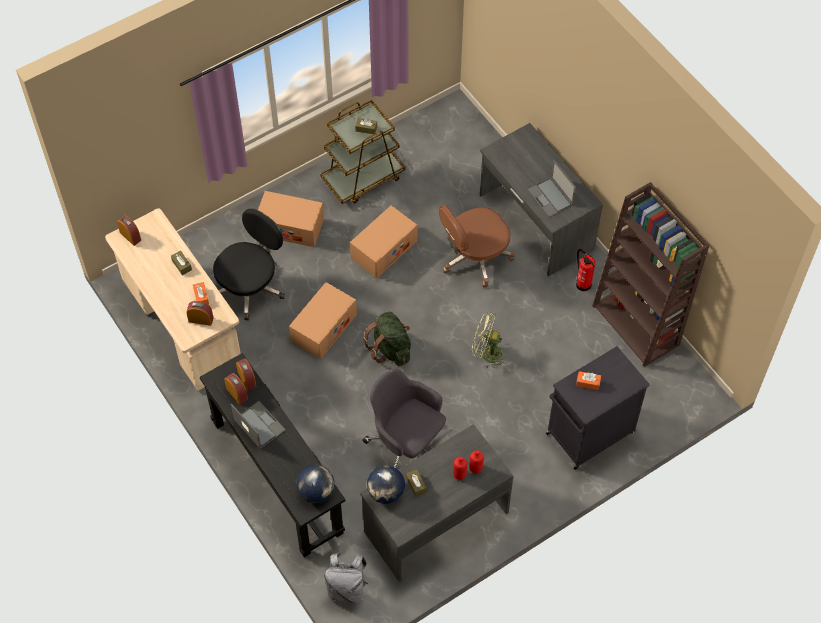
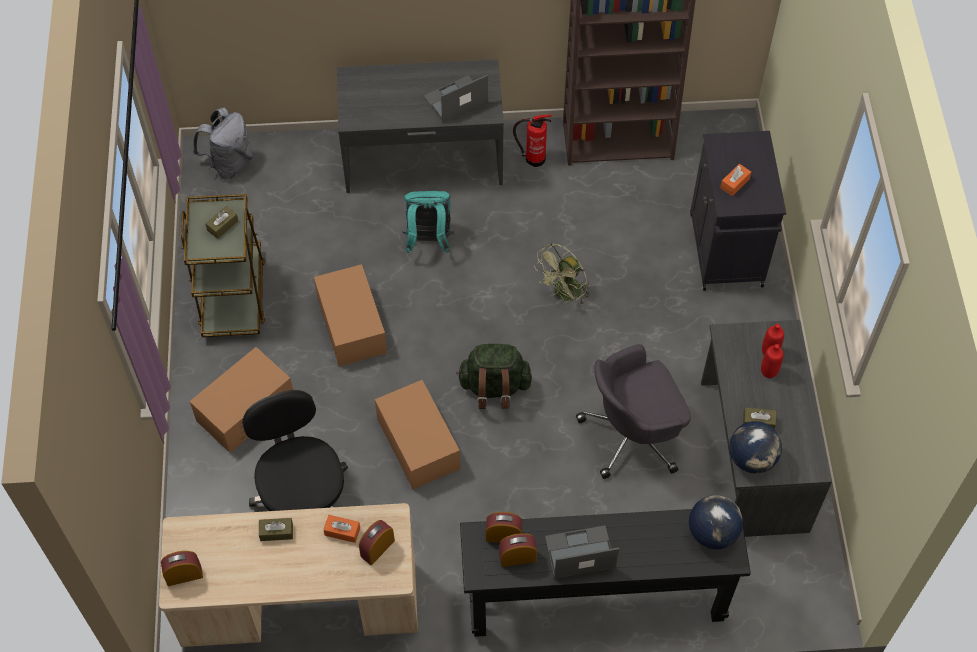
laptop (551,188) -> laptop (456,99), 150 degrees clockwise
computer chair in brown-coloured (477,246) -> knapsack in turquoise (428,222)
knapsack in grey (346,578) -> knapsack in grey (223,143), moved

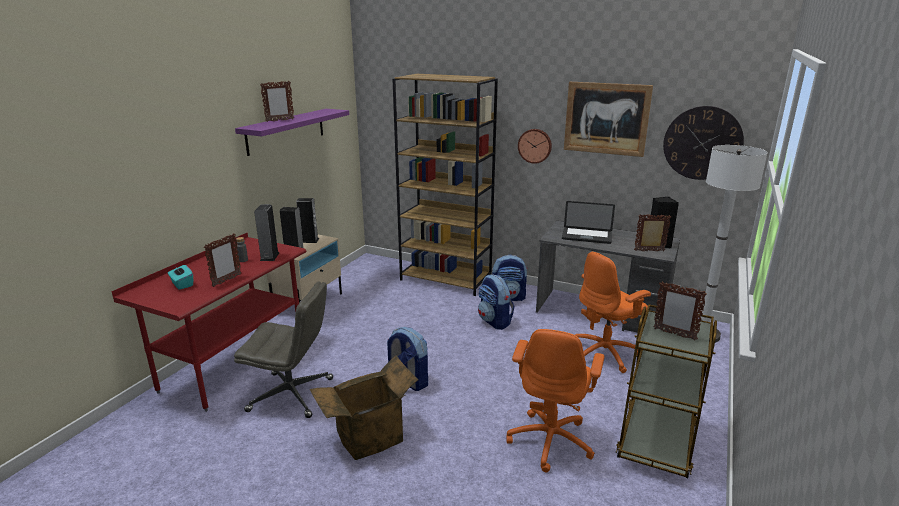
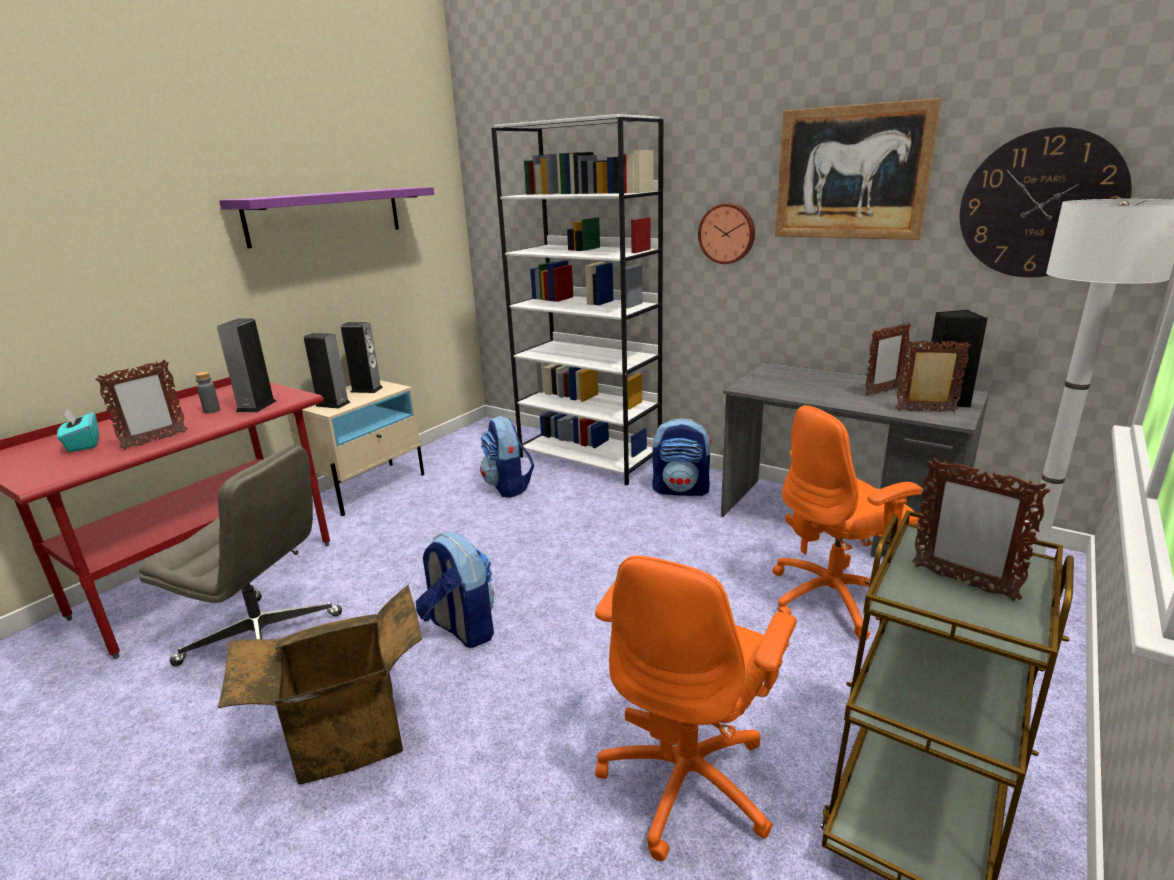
bookcase in brown-coloured (445,185) -> bookcase in white (577,299)
standing frame (277,101) -> standing frame (888,359), moved
laptop (588,222) -> none
knapsack (496,302) -> knapsack (507,457), moved

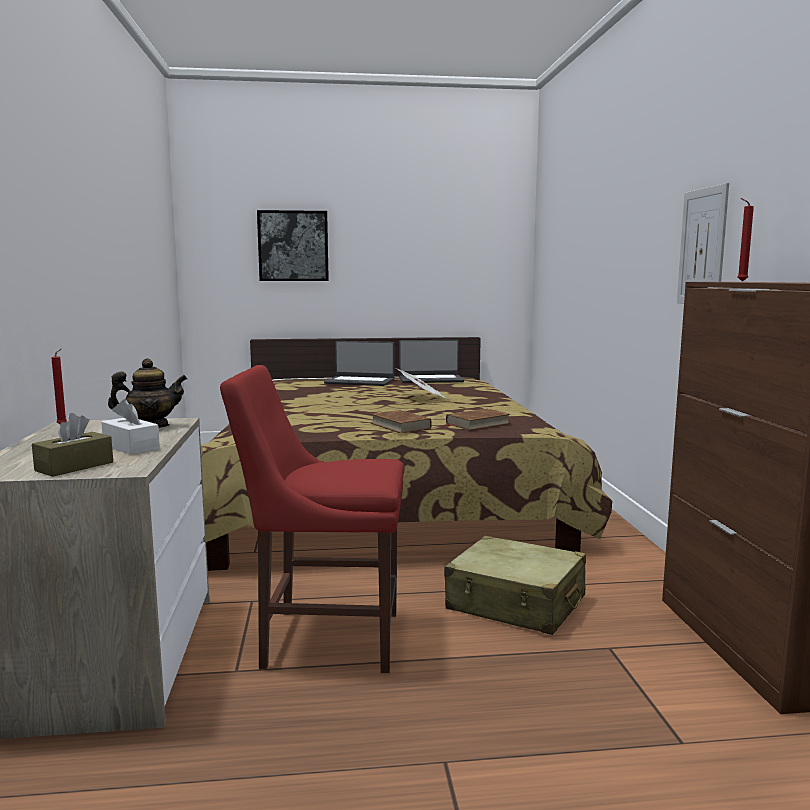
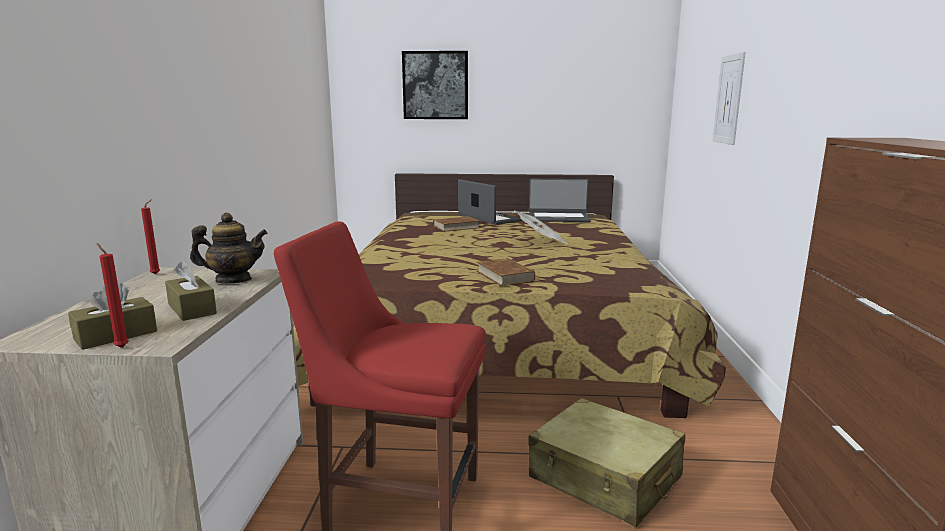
wall art (703,243) -> wall art (729,98), moved
candle in reddish (746,240) -> candle in reddish (112,295), moved
laptop (359,363) -> laptop (490,202), 150 degrees counterclockwise
tissue box in white (130,427) -> tissue box in brown-coloured (191,291)
volume in brown-coloured (476,419) -> volume in brown-coloured (455,224), moved

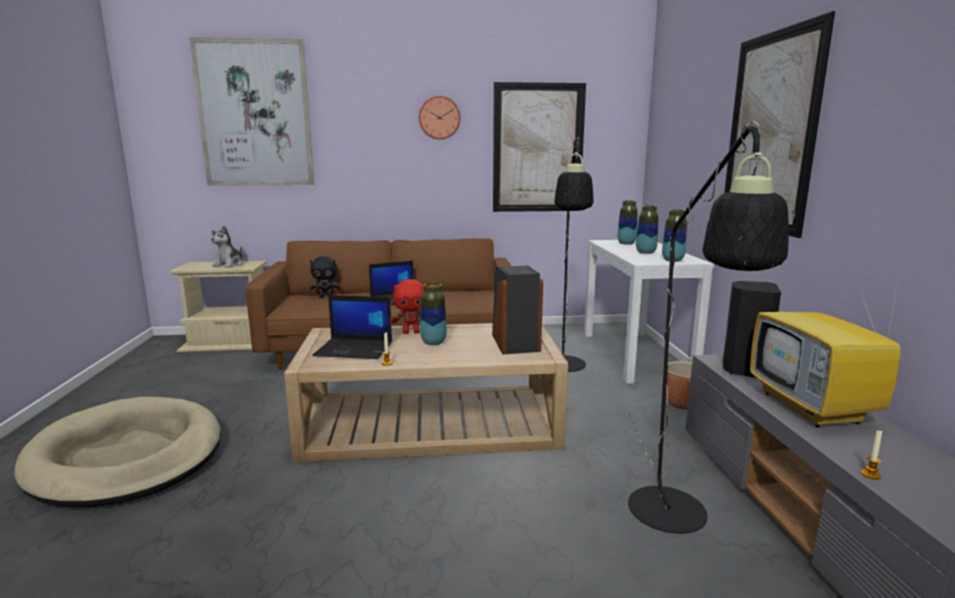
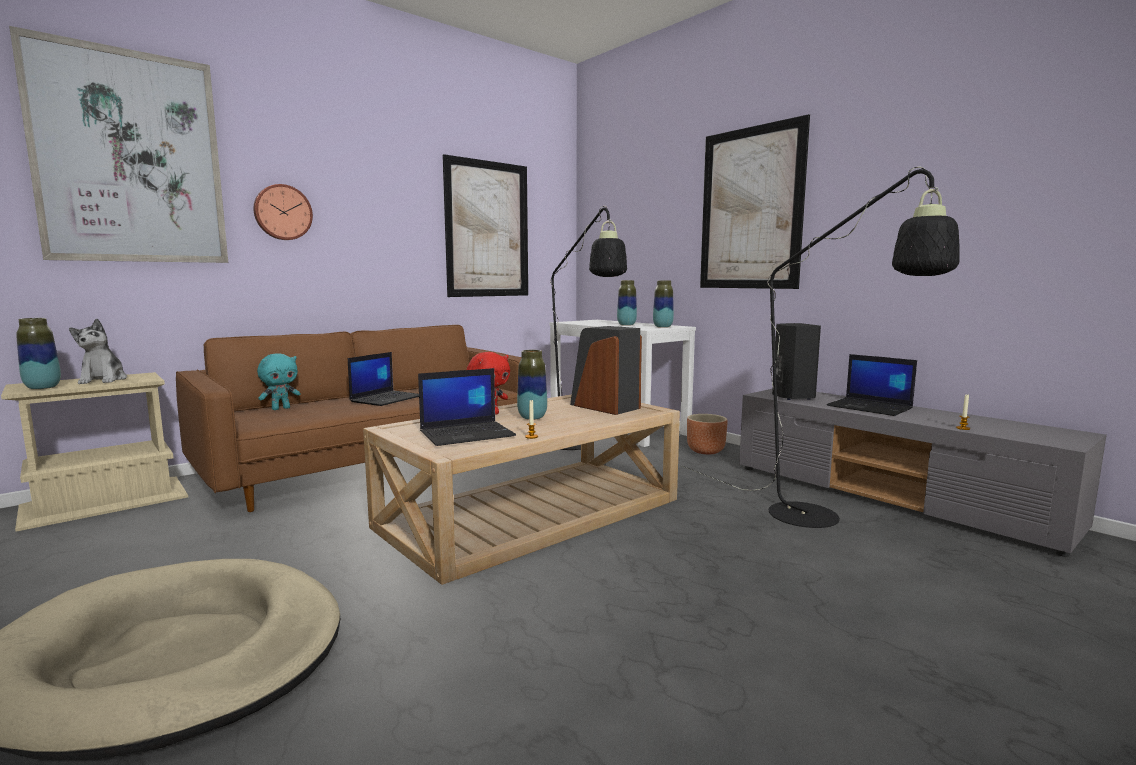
hanging clock (439,118) -> hanging clock (283,212), moved
decorative vase (627,222) -> decorative vase (38,353), moved
cuddly toy in blackish (325,277) -> cuddly toy in turquoise (279,382)
TV set (825,349) -> laptop (872,385)

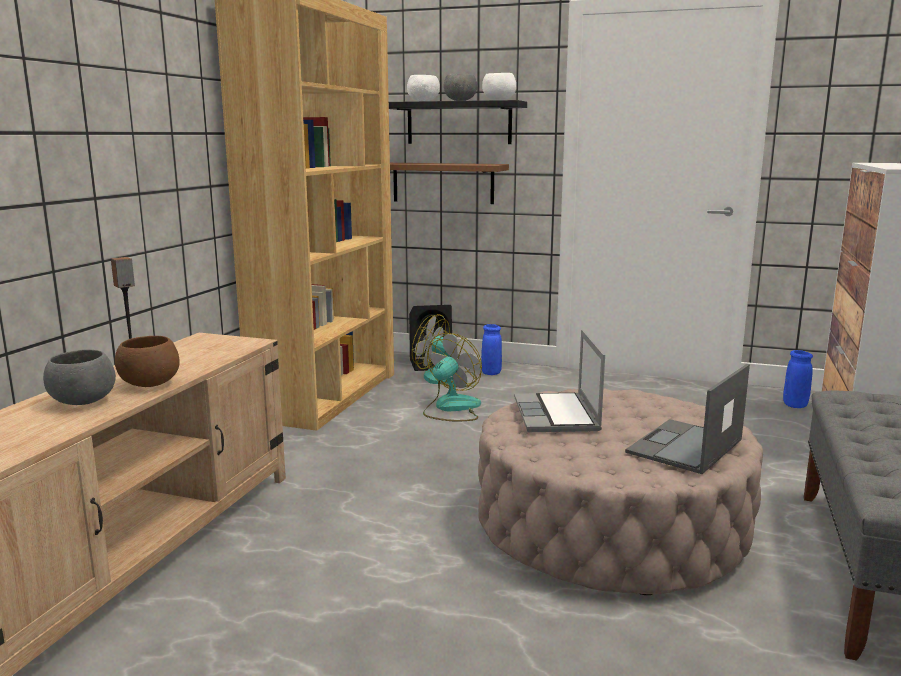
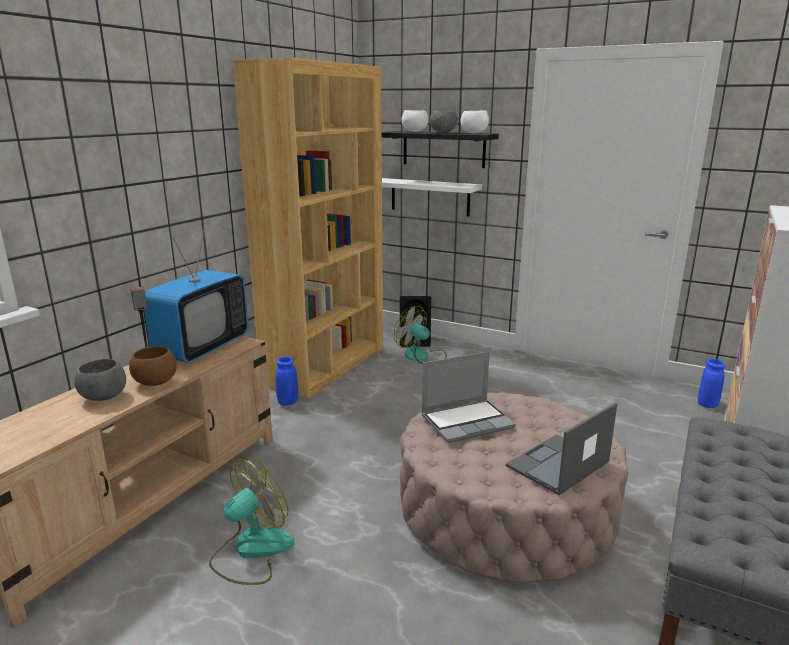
wall shelf in brown-coloured (449,183) -> wall shelf in white (432,197)
decorative vase in blue (491,349) -> decorative vase in blue (286,381), moved
laptop (559,380) -> laptop (468,397), 120 degrees counterclockwise
fan (452,377) -> fan (251,521), moved
none -> TV set (196,296)

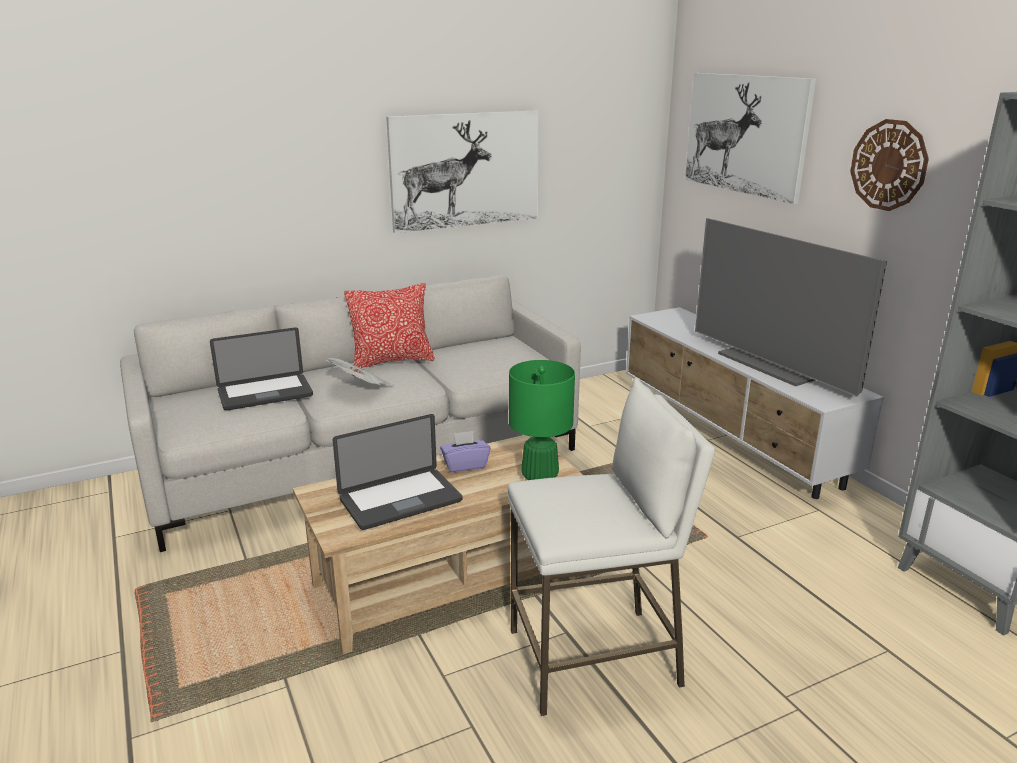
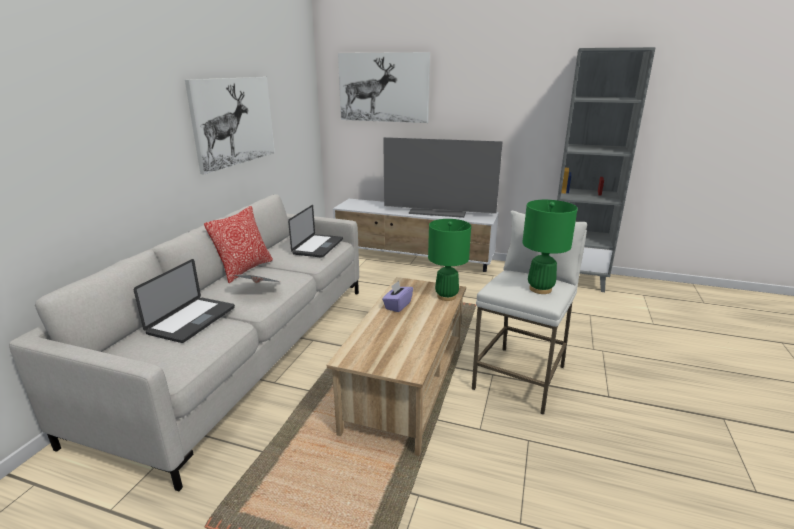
hanging clock (889,165) -> none
laptop (398,472) -> laptop (315,231), moved
none -> tabletop lamp in green (550,247)

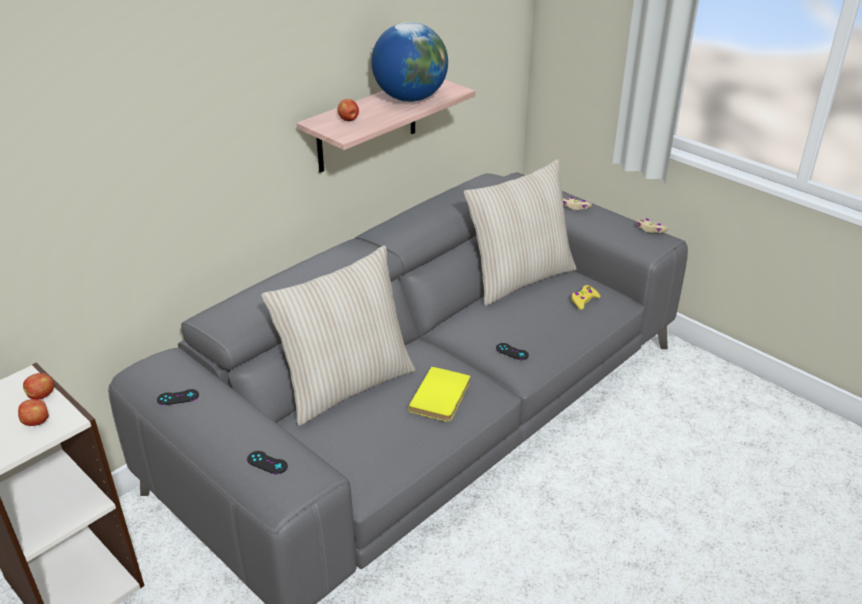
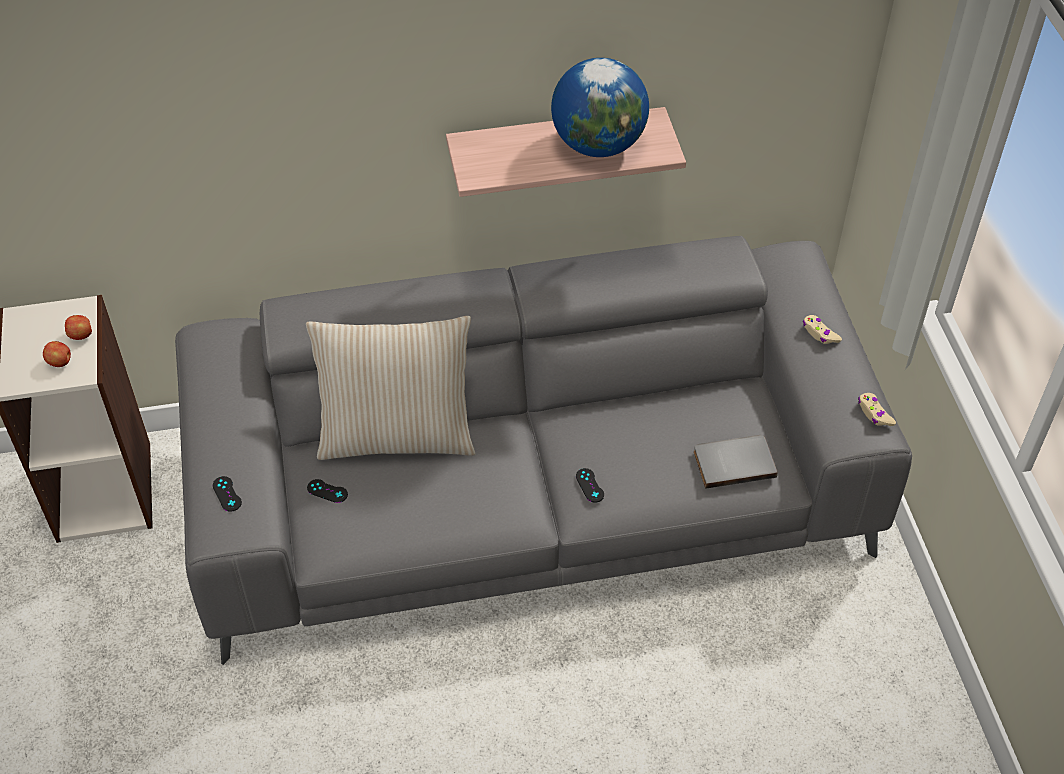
whole apple (348,110) -> none
pillow in beige (520,232) -> none
game controller in yellow (586,297) -> volume in grey (736,462)
volume in yellow (439,394) -> none
game controller in blackish (178,397) -> game controller in blackish (327,491), moved

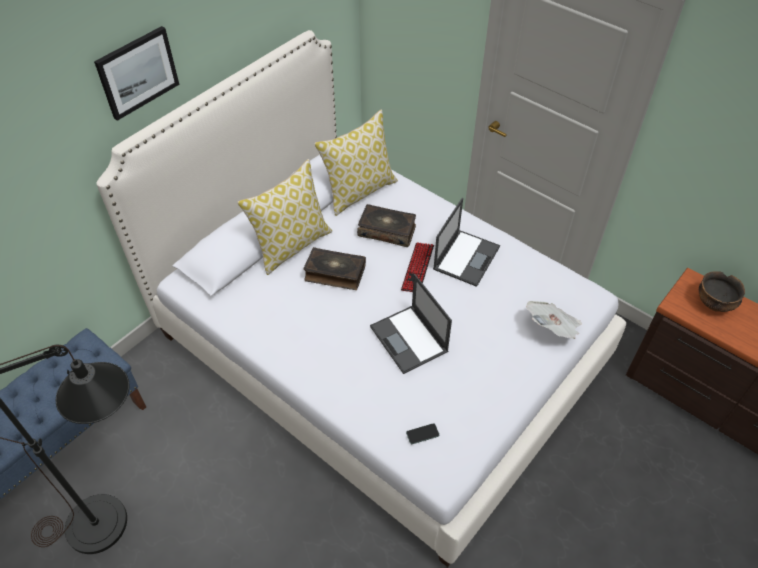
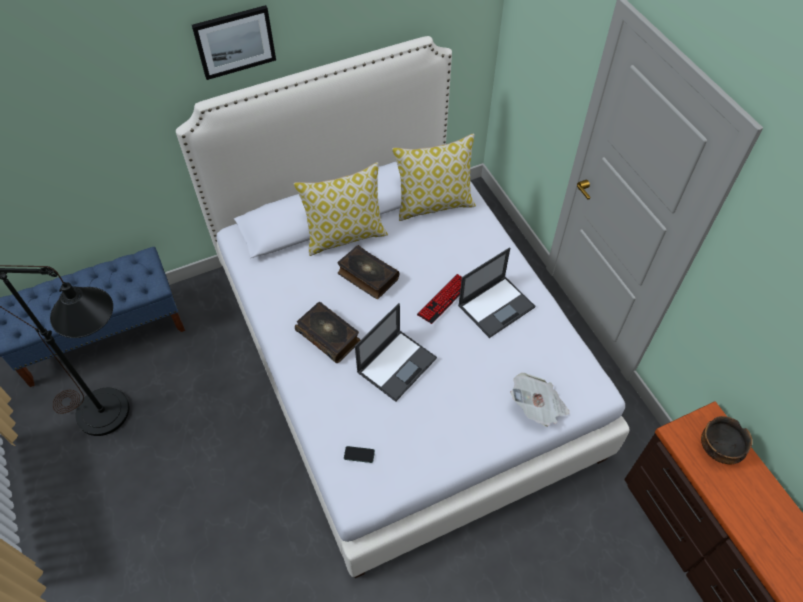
volume (386,225) -> volume (327,332), moved
laptop (411,324) -> laptop (396,352), 135 degrees counterclockwise

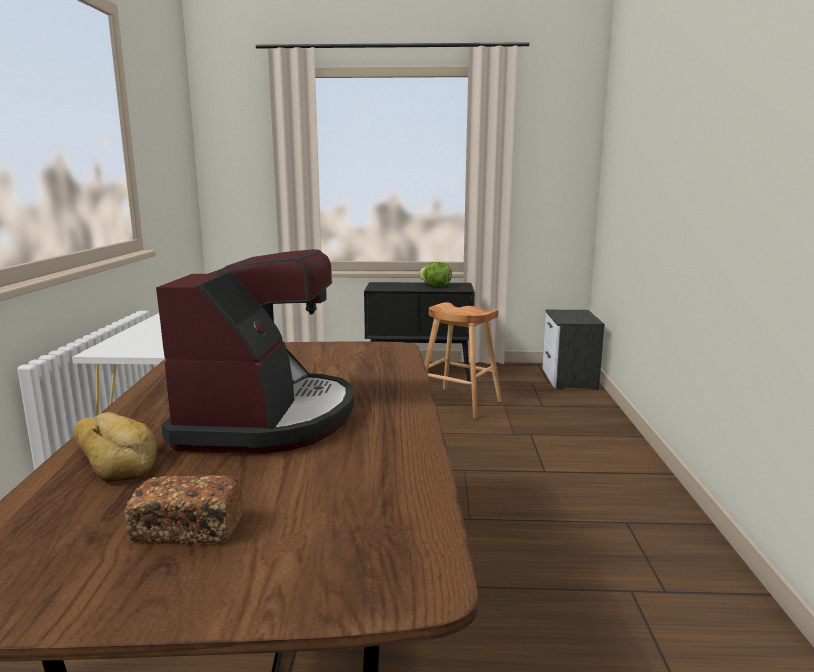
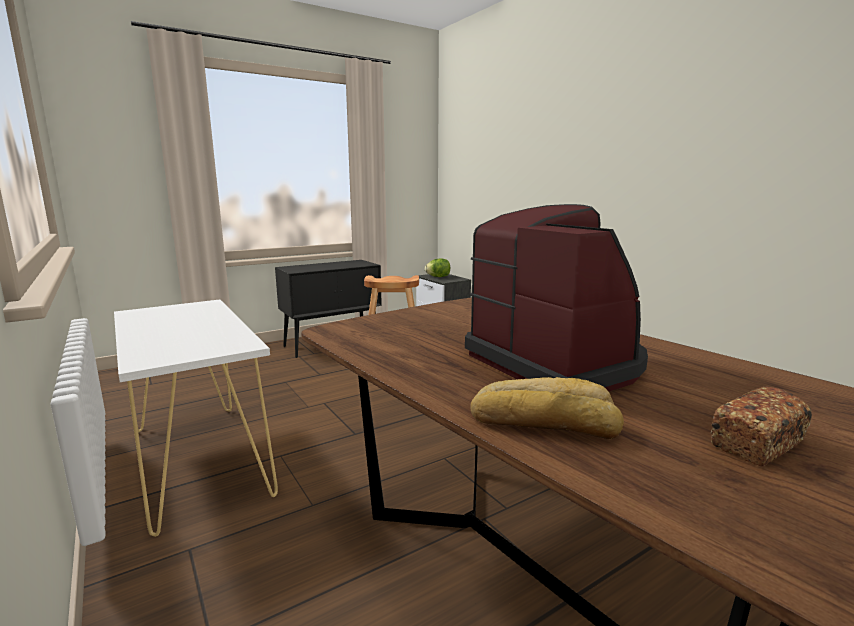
lettuce head (435,274) -> lettuce head (437,267), moved

